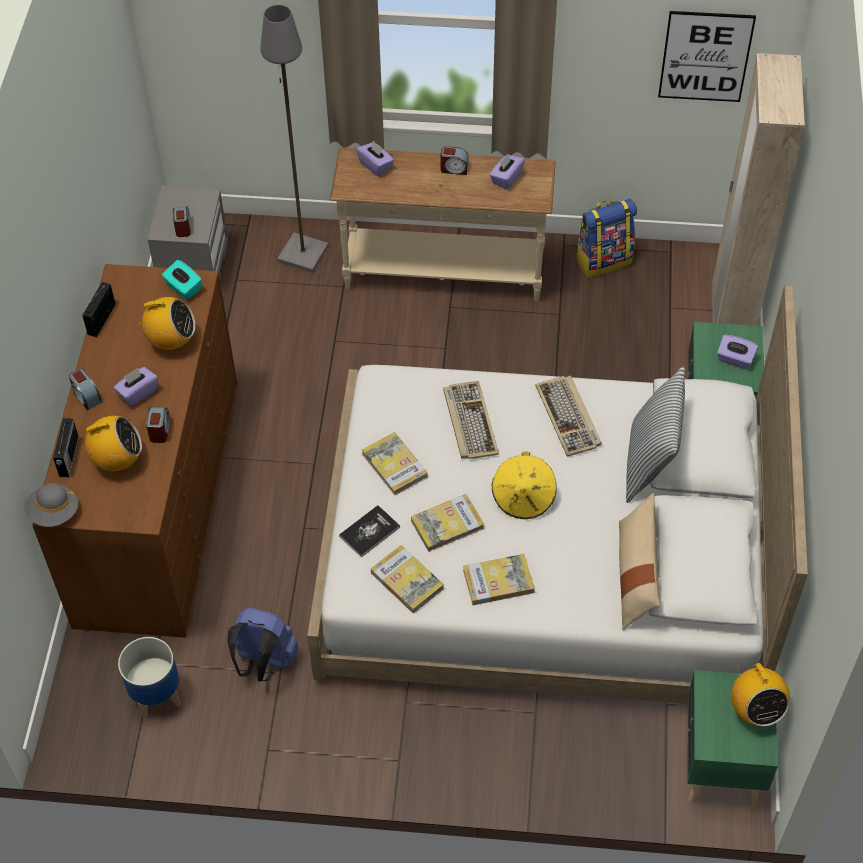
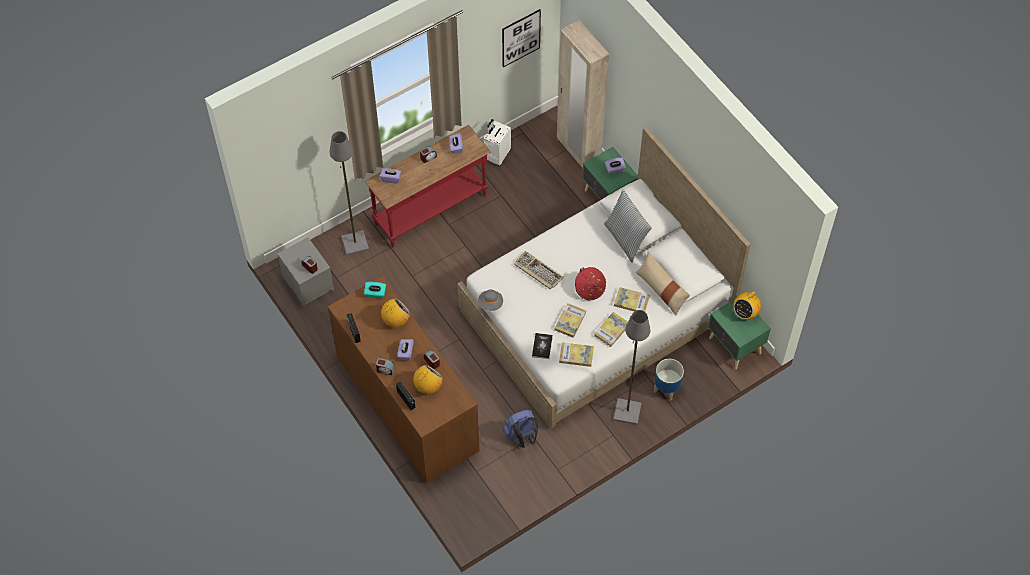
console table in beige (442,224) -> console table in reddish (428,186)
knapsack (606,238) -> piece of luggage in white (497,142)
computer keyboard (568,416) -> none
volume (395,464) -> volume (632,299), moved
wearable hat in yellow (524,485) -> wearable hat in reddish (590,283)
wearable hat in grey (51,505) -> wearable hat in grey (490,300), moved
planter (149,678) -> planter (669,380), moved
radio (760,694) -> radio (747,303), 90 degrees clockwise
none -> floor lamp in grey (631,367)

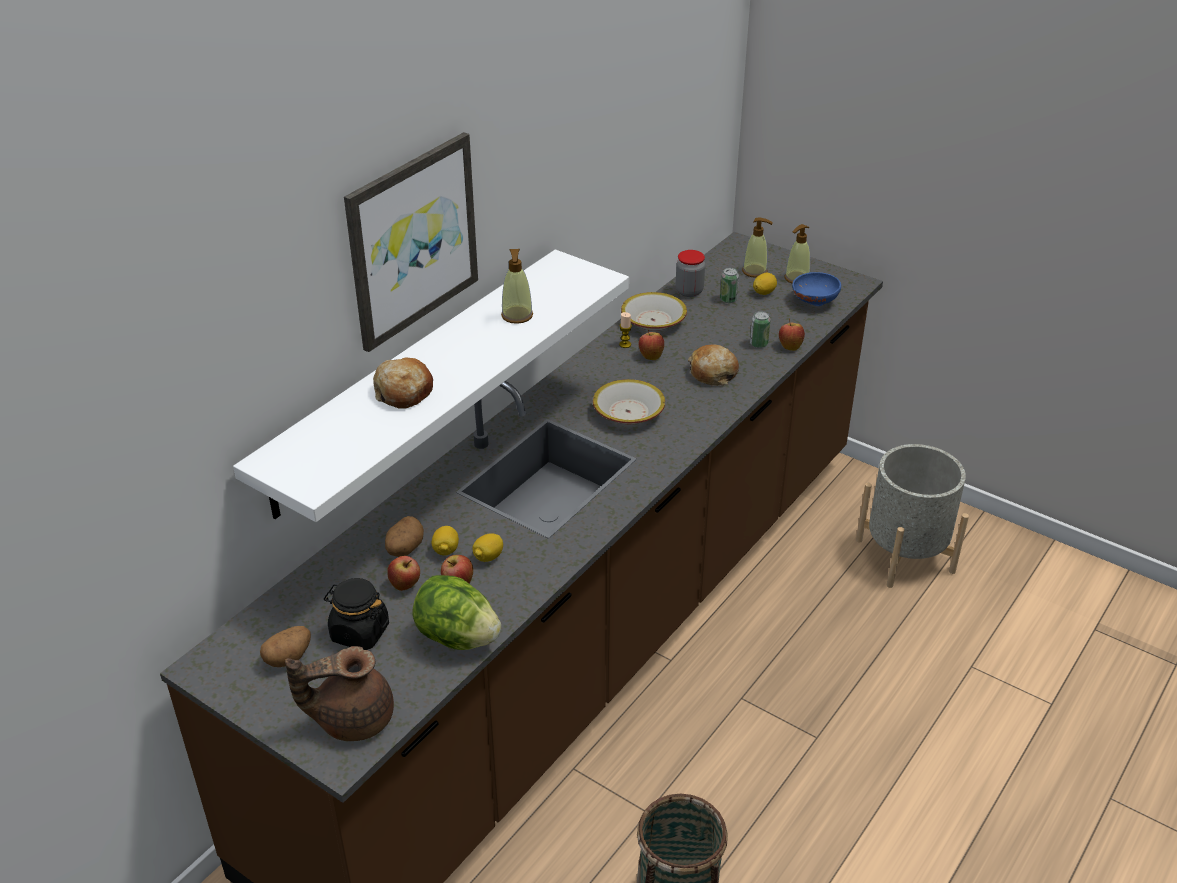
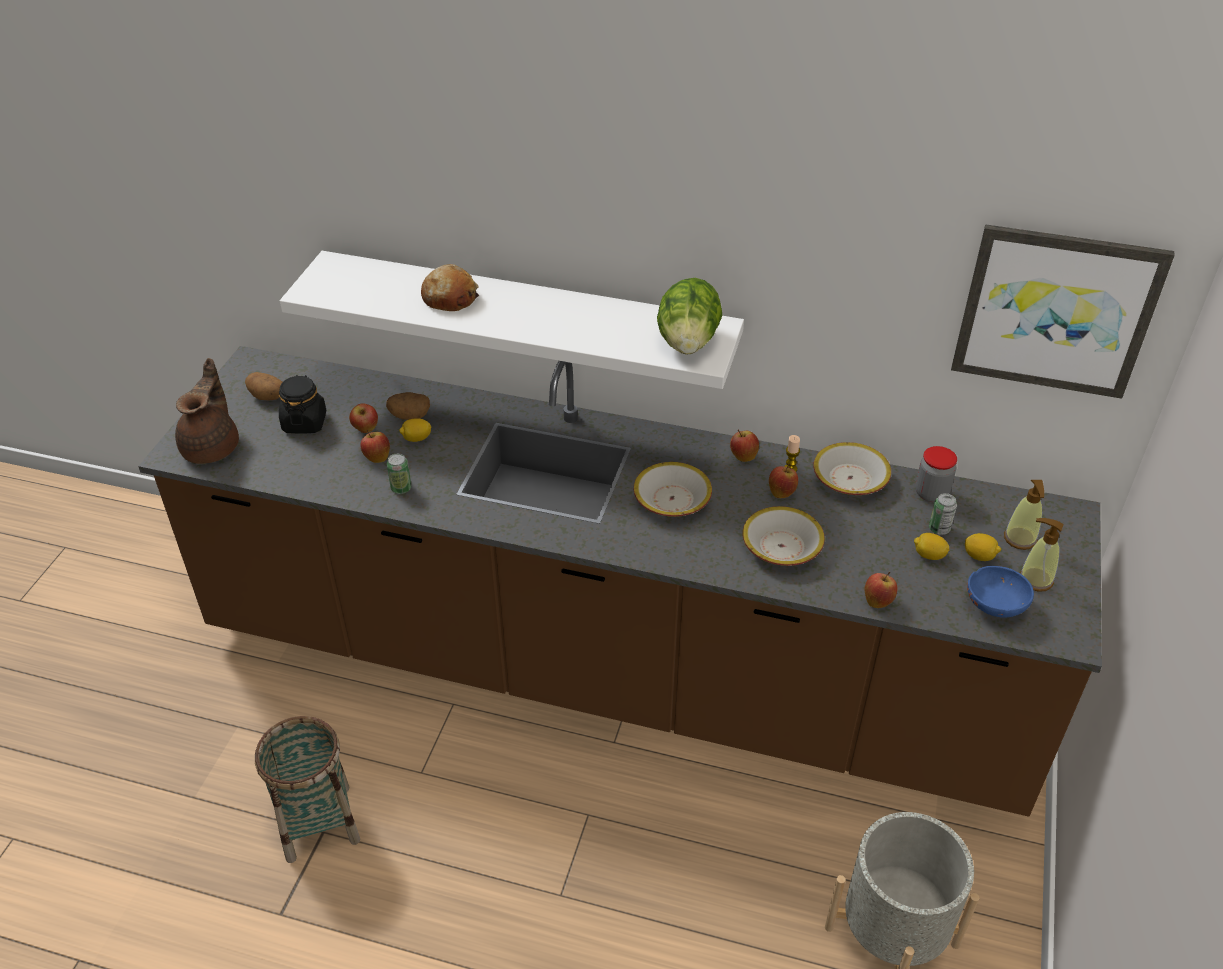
wall art (411,242) -> wall art (1063,311), moved
soap dispenser (517,286) -> none
can (760,329) -> can (399,473), moved
bread (713,365) -> bowl (784,536)
whole lemon (487,547) -> whole lemon (932,546), moved
lettuce head (456,612) -> lettuce head (689,316), moved
teapot in brown-coloured (339,693) -> teapot in brown-coloured (207,411), 45 degrees clockwise
none -> whole apple (744,445)

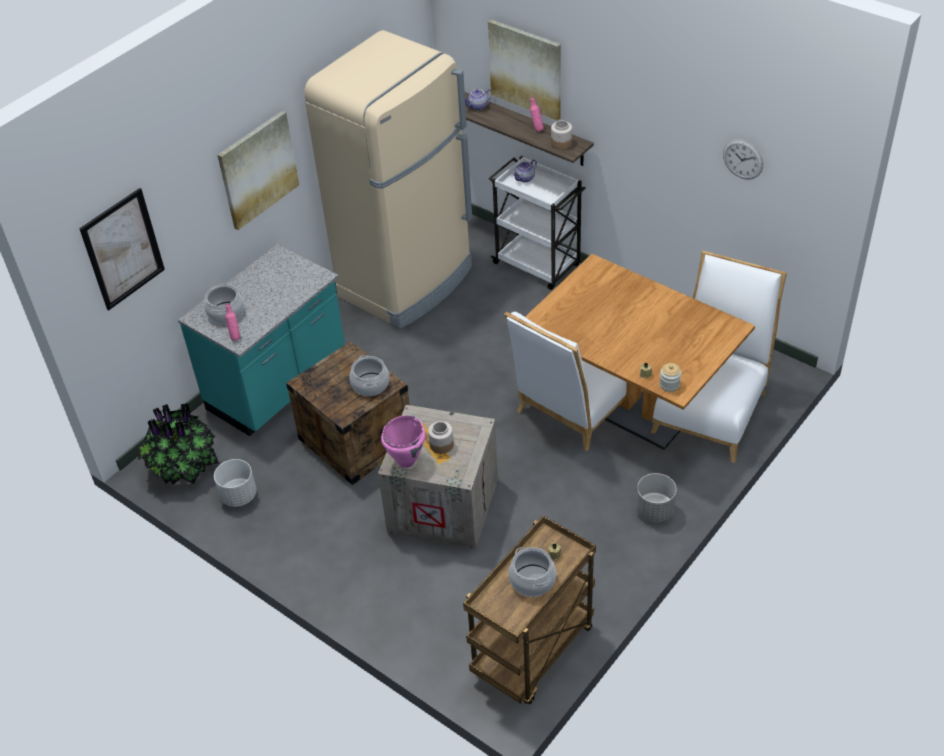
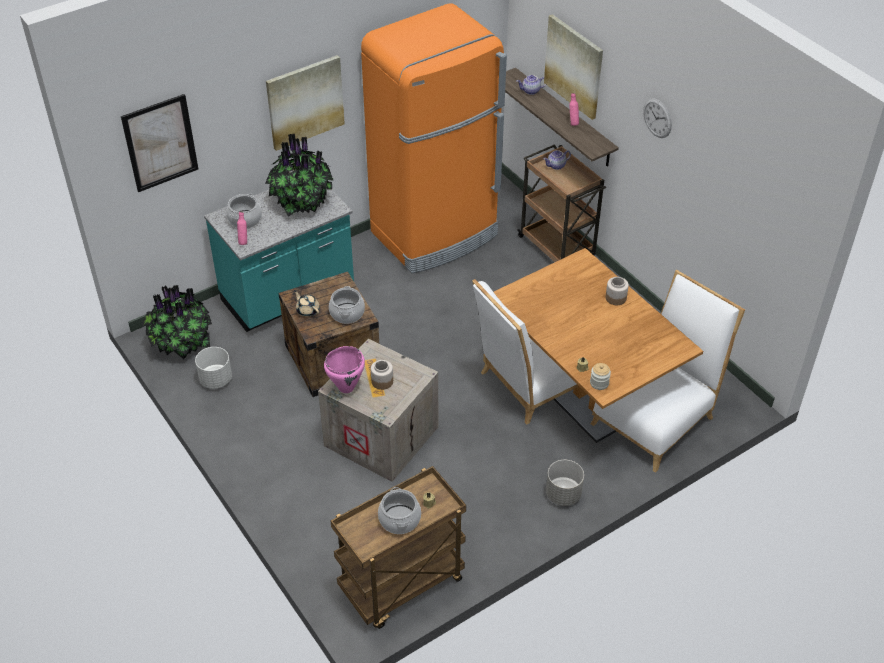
refrigerator in beige (388,179) -> refrigerator in orangey (434,138)
preserve jar (561,135) -> preserve jar (617,291), moved
hanging clock (743,159) -> hanging clock (657,118), moved
wheeled cart in white (537,223) -> wheeled cart in brown-coloured (561,203)
none -> plant in a pot (299,175)
none -> teapot in beige (307,303)

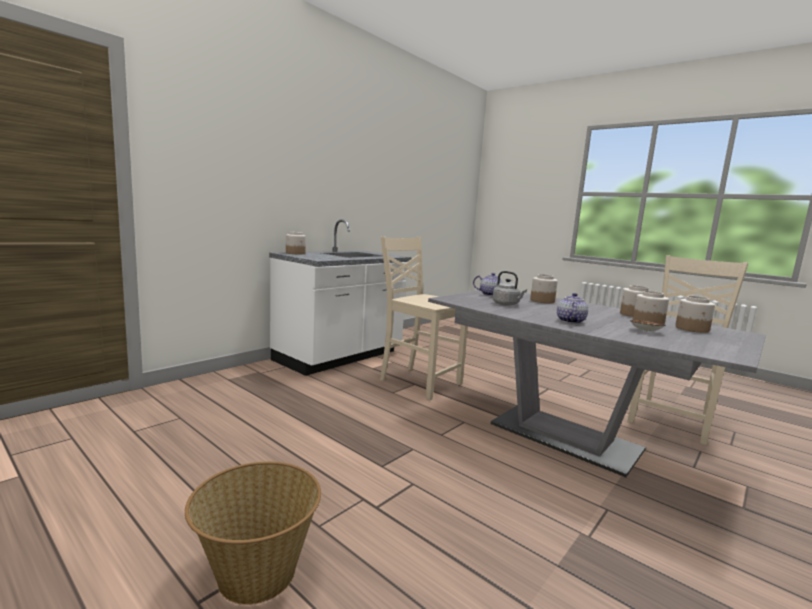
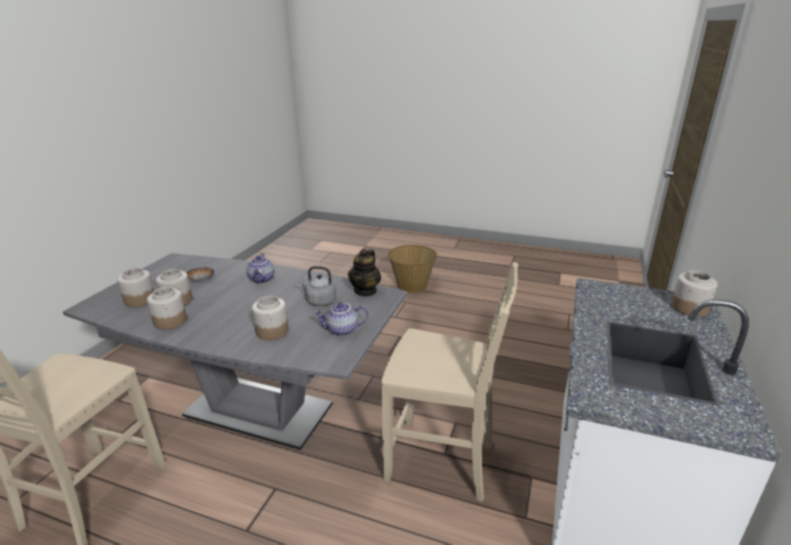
none -> teapot (364,272)

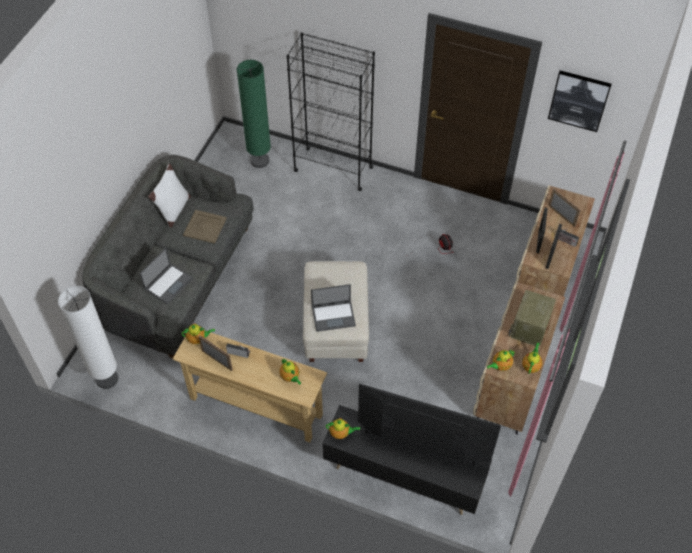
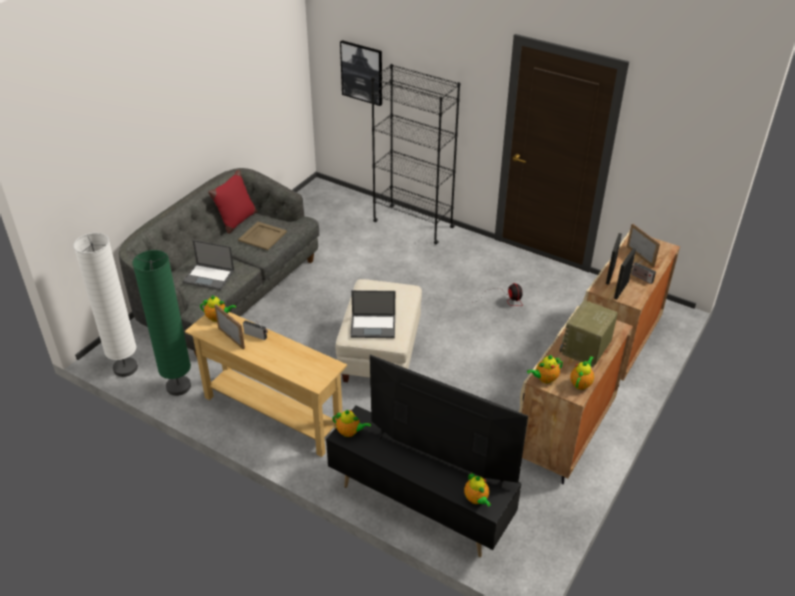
floor lamp in green (253,114) -> floor lamp in green (161,323), moved
wall art (580,101) -> wall art (361,73), moved
pillow in white (169,195) -> pillow in reddish (233,202)
laptop (166,276) -> laptop (208,265), 60 degrees clockwise
teapot (290,372) -> teapot (477,490), moved

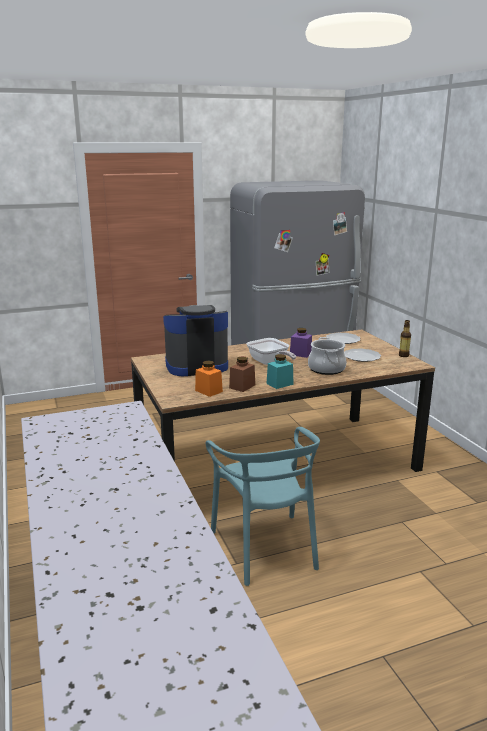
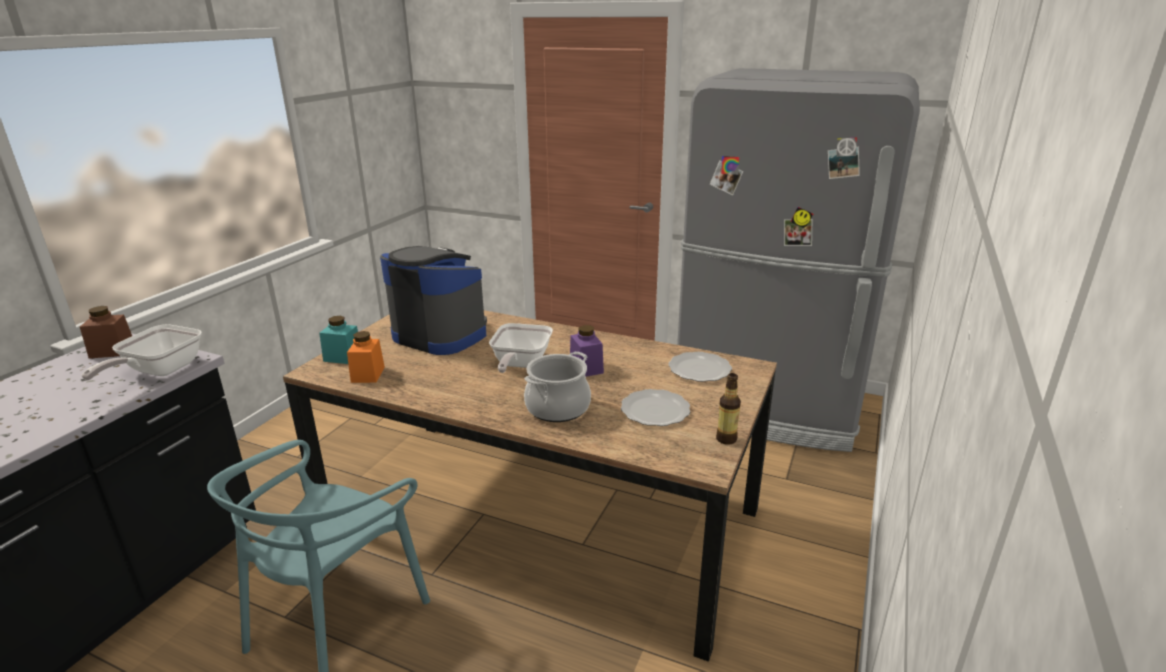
preserve jar in turquoise (280,371) -> preserve jar in turquoise (338,340), moved
preserve jar in brown-coloured (242,374) -> preserve jar in brown-coloured (106,332), moved
none -> skillet (142,352)

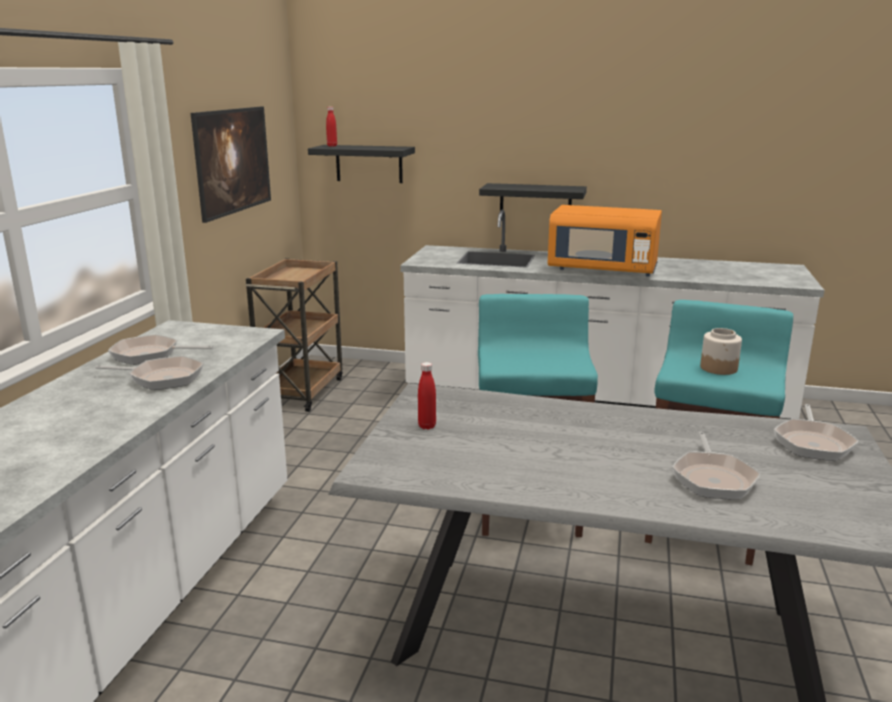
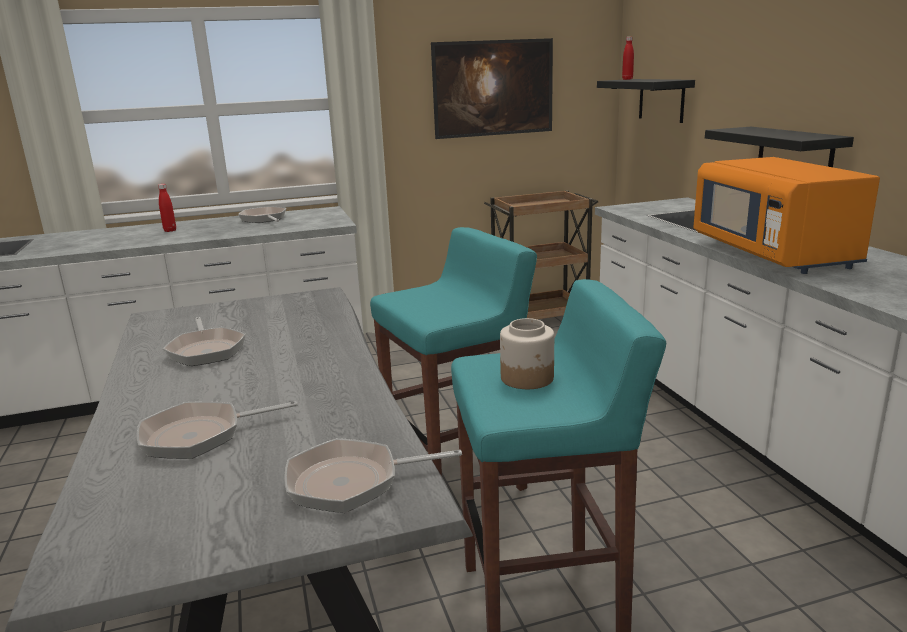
skillet (149,373) -> skillet (204,341), moved
beverage bottle in reddish (427,395) -> beverage bottle in reddish (167,208), moved

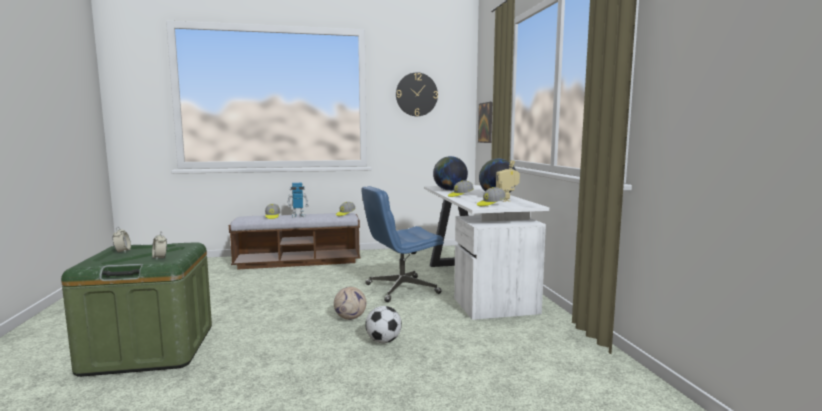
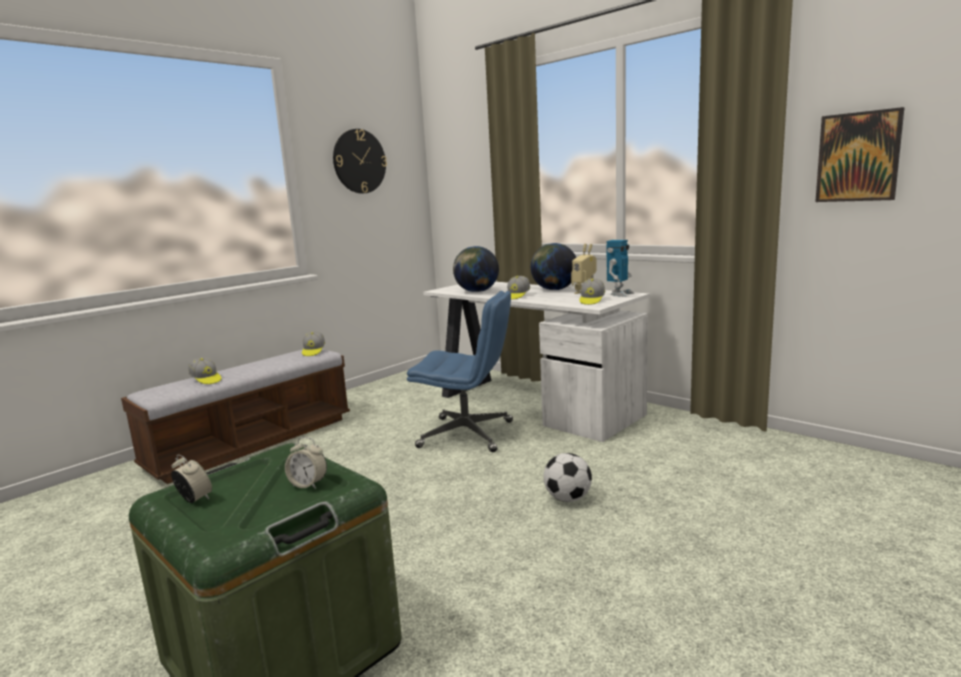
wall art (485,122) -> wall art (860,154), moved
robot figure (298,200) -> robot figure (620,268), moved
computer chair in blue (402,244) -> computer chair in blue (460,371), 105 degrees counterclockwise
ball for football (350,303) -> none

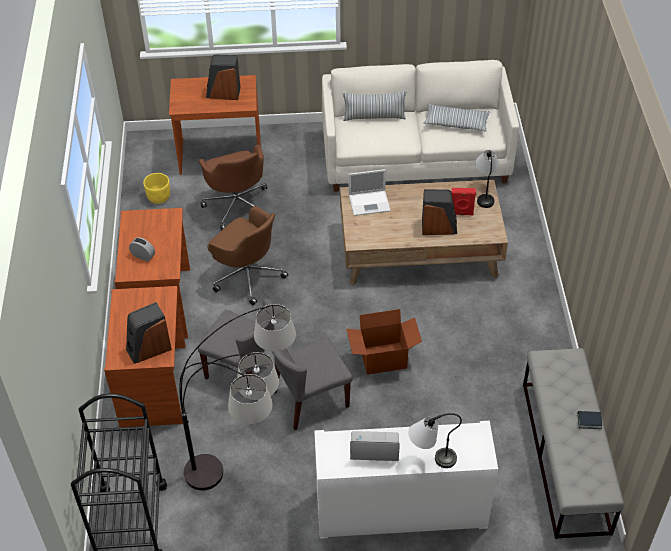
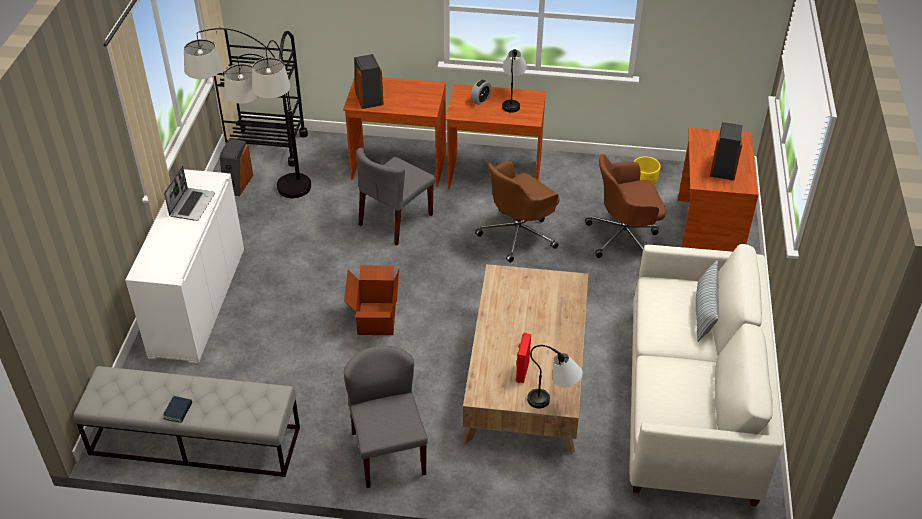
pillow (456,117) -> none
laptop (370,192) -> none
loudspeaker (439,212) -> loudspeaker (236,167), moved
chair in grey (312,378) -> chair in grey (386,417), moved
tabletop lamp (435,440) -> tabletop lamp (514,81), moved

